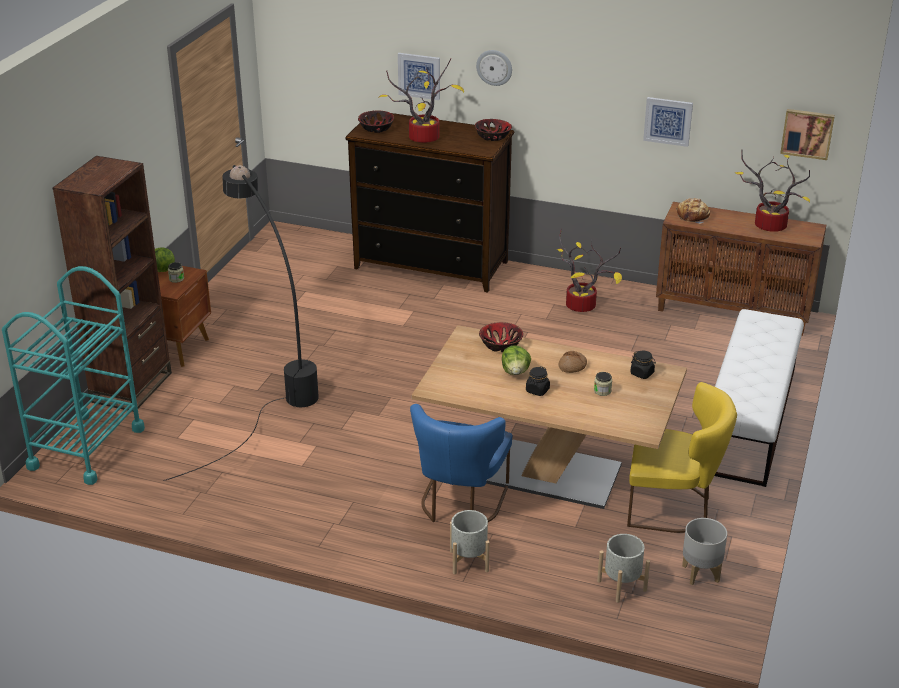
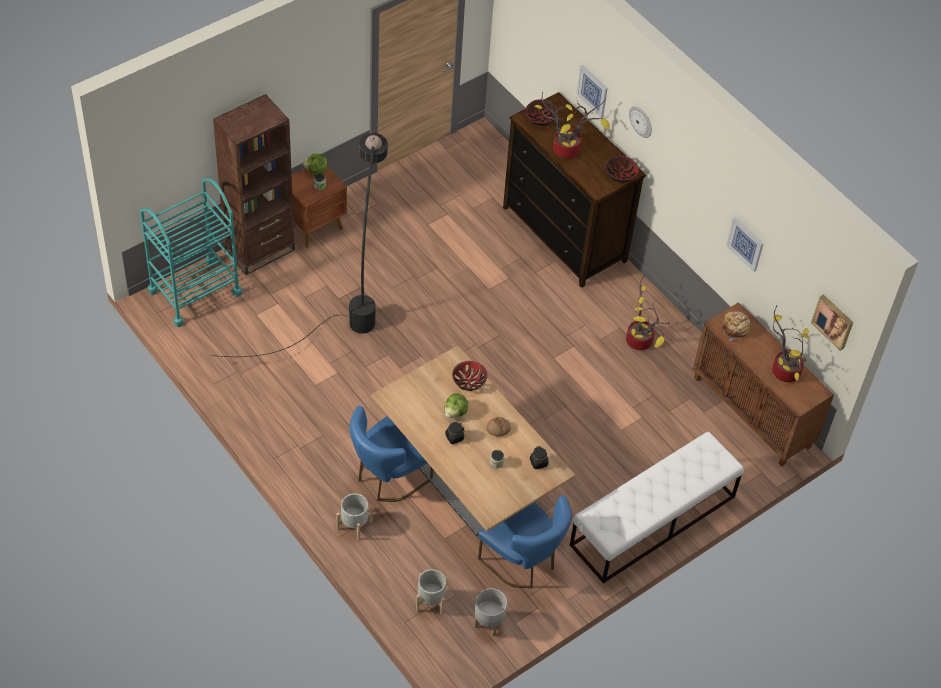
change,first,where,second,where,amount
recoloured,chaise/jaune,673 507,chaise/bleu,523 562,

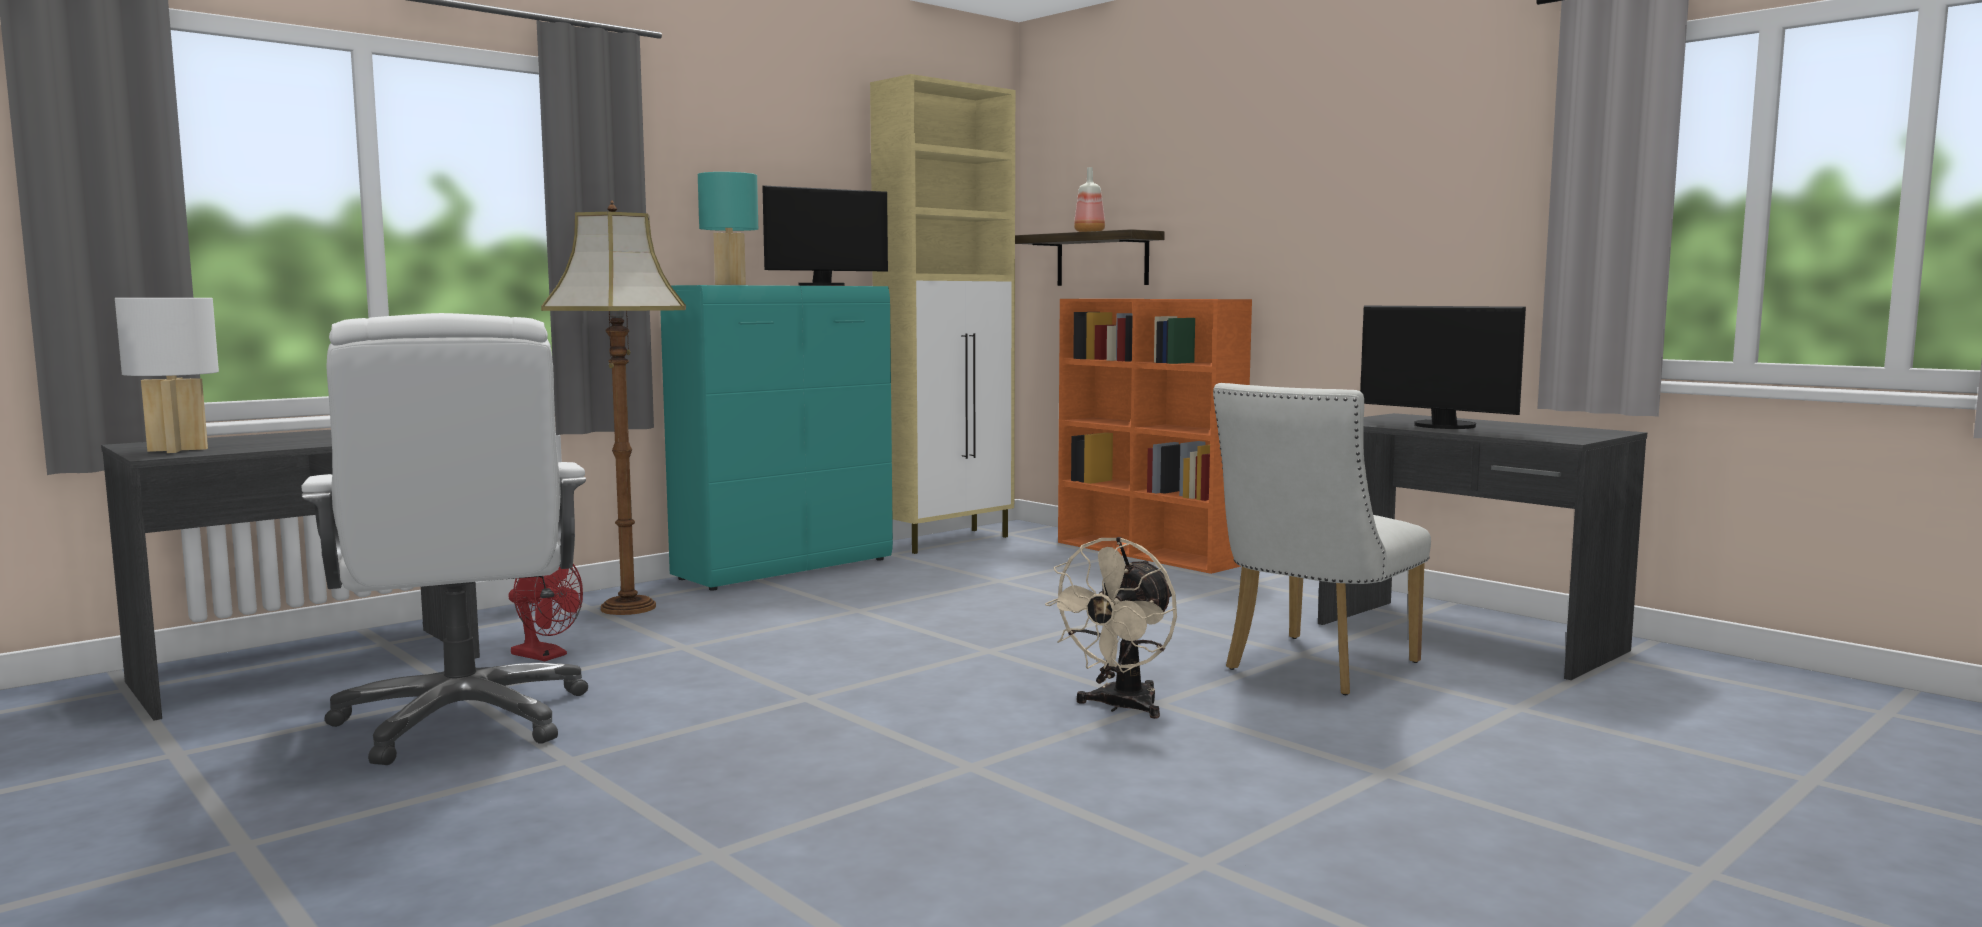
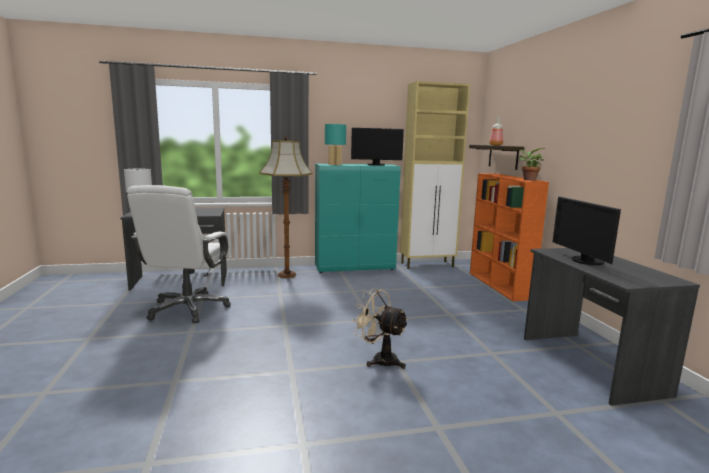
change,first,where,second,where,amount
turned,ventilateur/beige,1120 707,,379 359,60 degrees clockwise
added,,,plante en pot,528 179,
removed,ventilateur/rouge,545 656,,,
removed,chaise/blanc,1313 668,,,

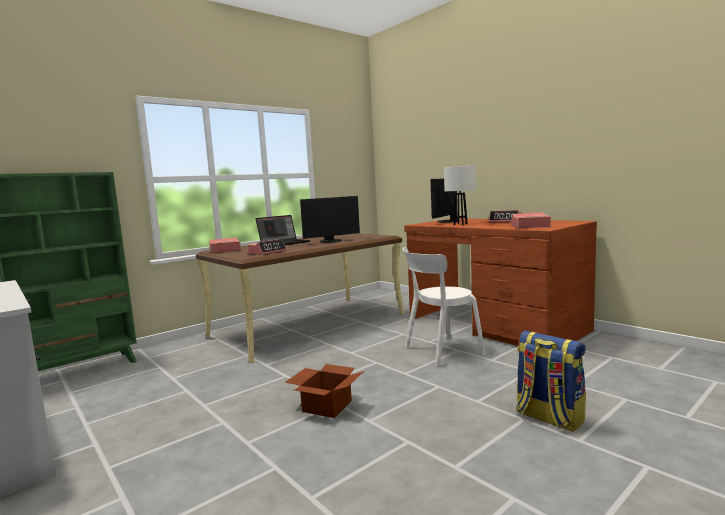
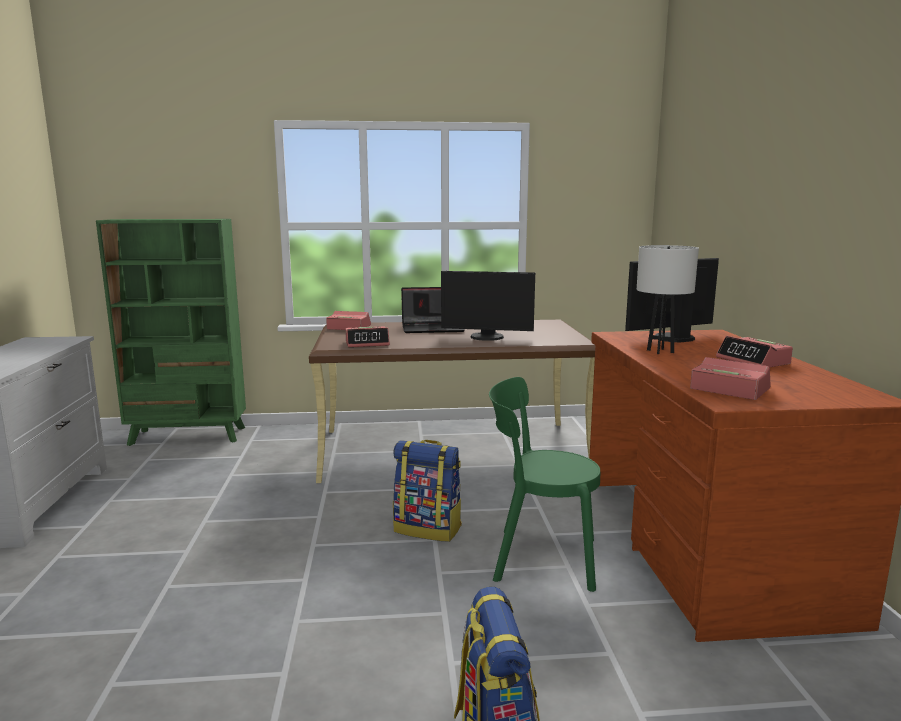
change,first,where,second,where,amount
added,,,sac à dos,428 529,
recoloured,chaise/blanc,440 351,chaise/vert,539 557,
removed,carton,326 405,,,

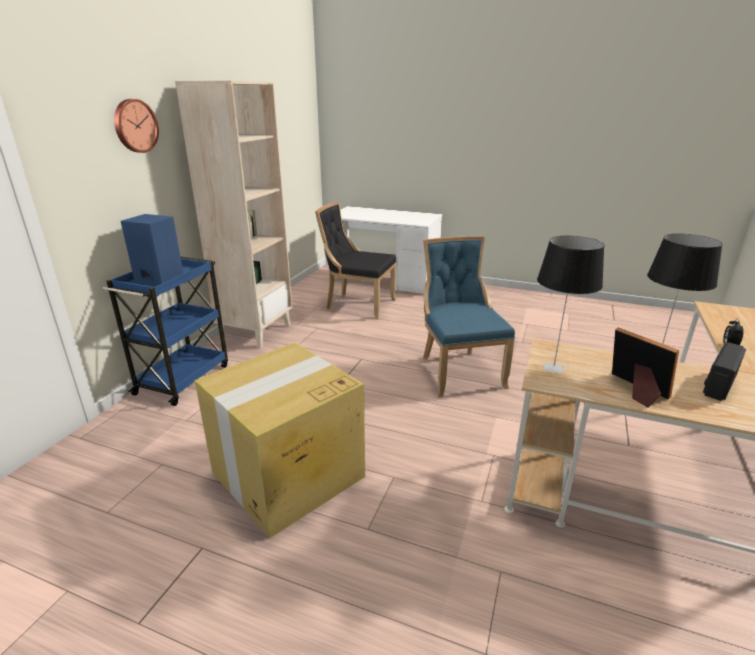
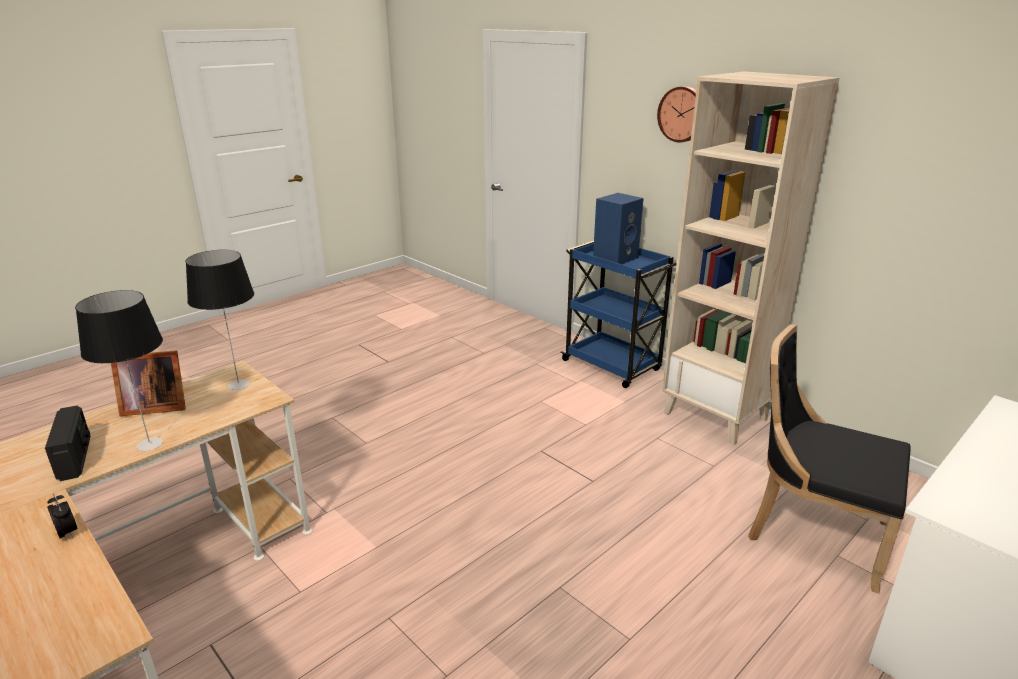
change,first,where,second,where,amount
turned,chaise/noir,358 304,,811 532,105 degrees counterclockwise
removed,carton,286 475,,,
removed,chaise/bleu,458 370,,,

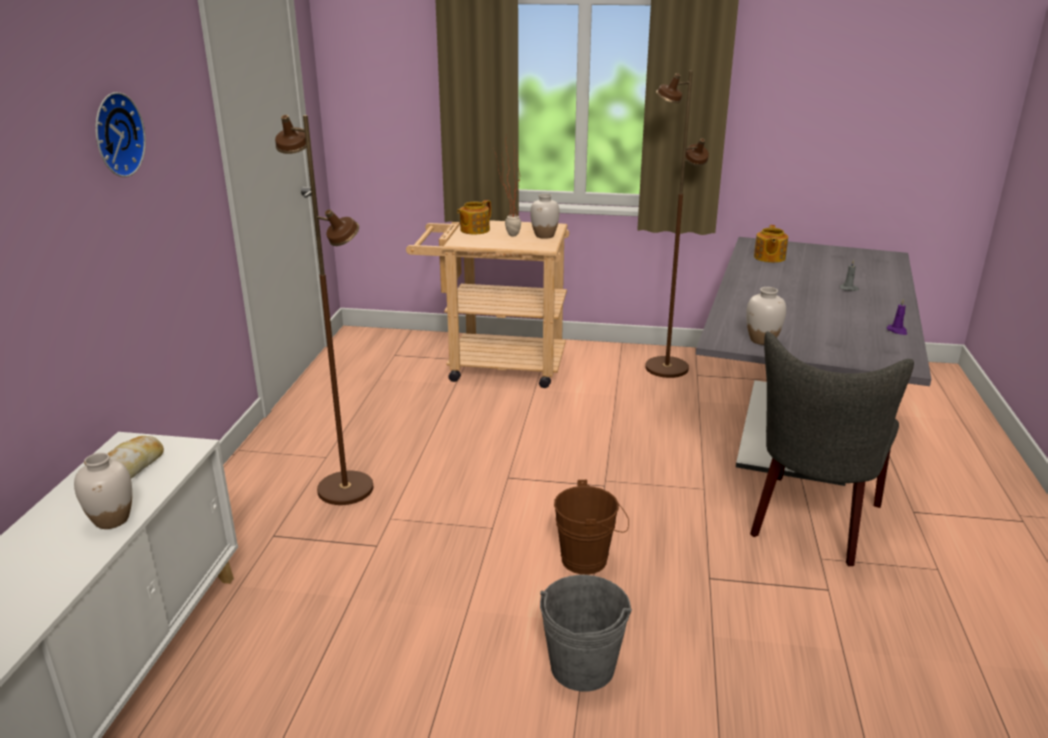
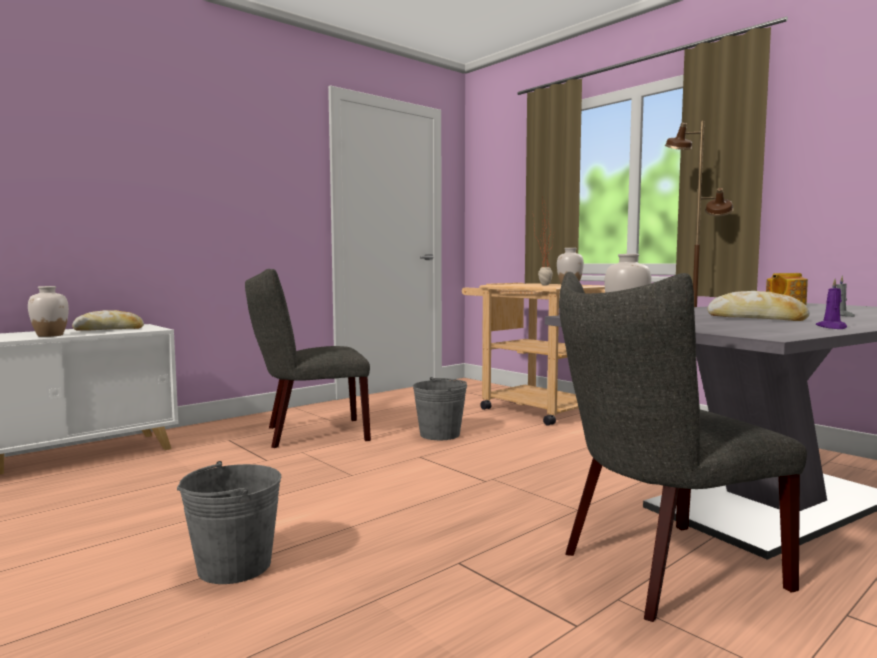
change,first,where,second,where,amount
replaced,lampadaire/marron,346 488,chaise/gris,309 434,
added,,,seau/gris,440 434,
added,,,pain,756 318,
removed,horloge murale,114 135,,,
removed,théière,474 230,,,
removed,seau/marron,589 559,,,

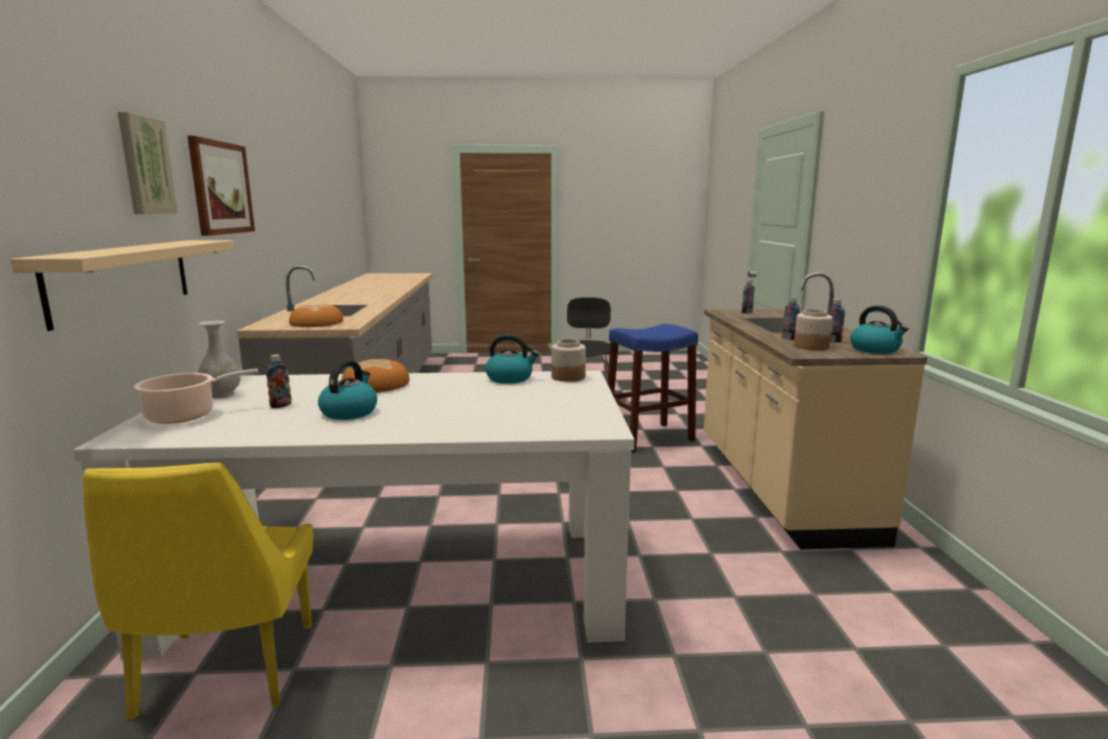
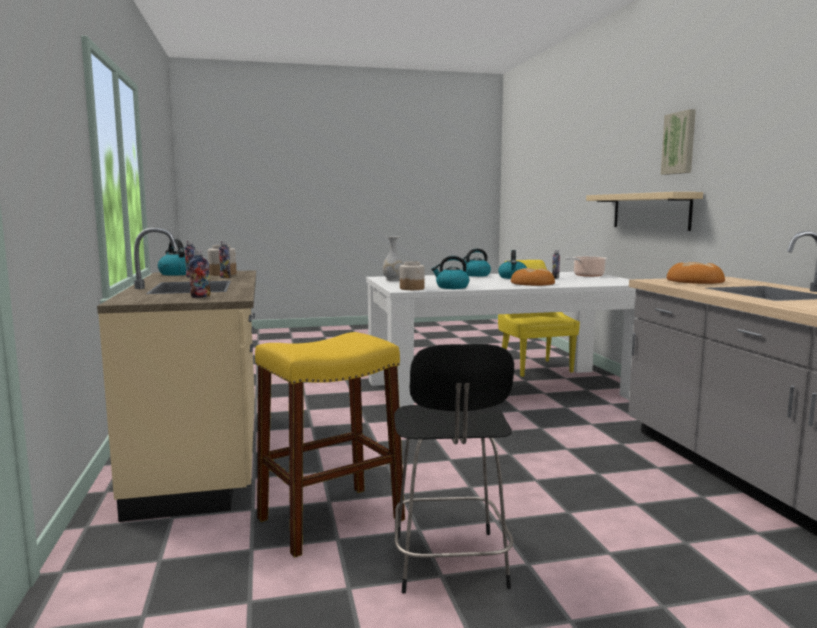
change,first,where,second,where,amount
recoloured,tabouret/bleu,648 437,tabouret/jaune,331 519,
moved,vase/blanc,222 395,,392 280,
added,,,bouilloire,476 275,
removed,tableau,221 188,,,

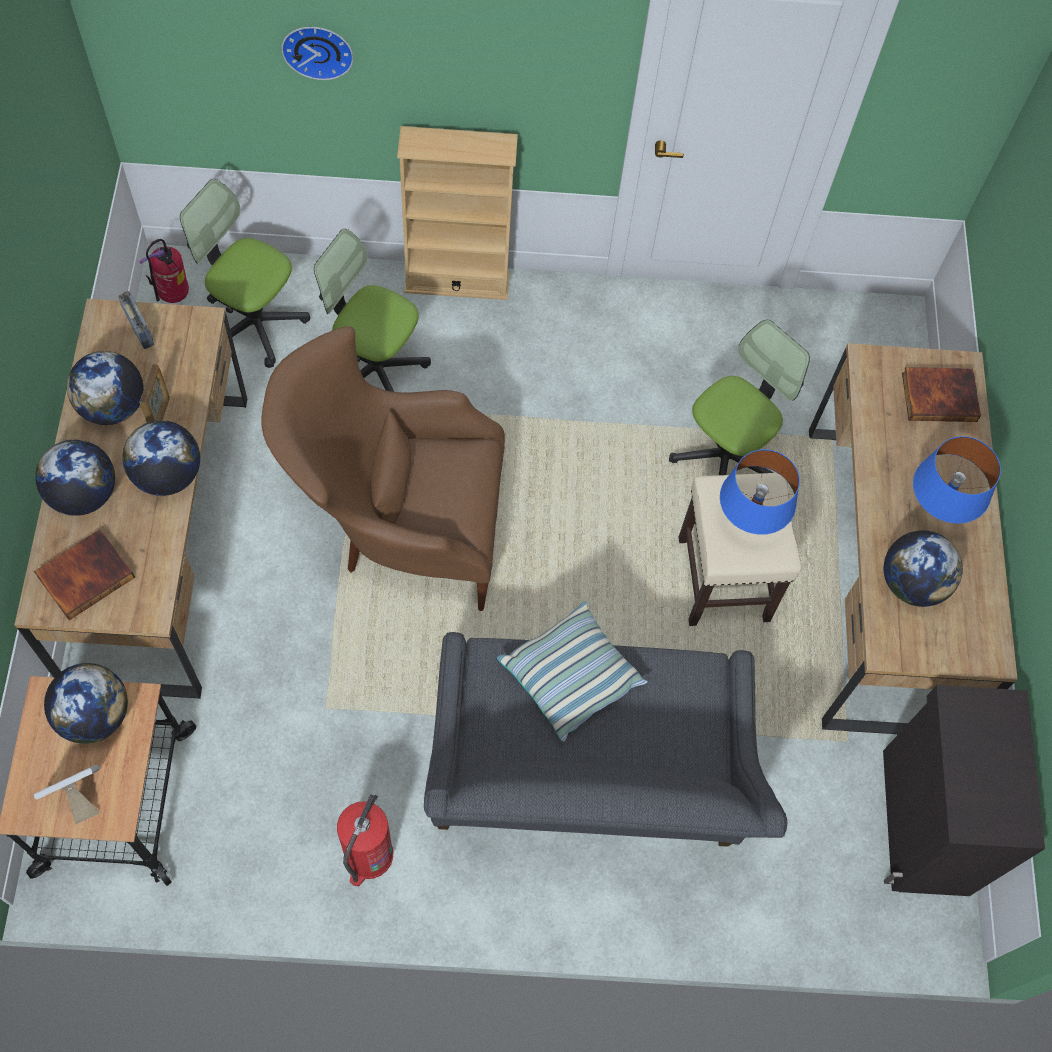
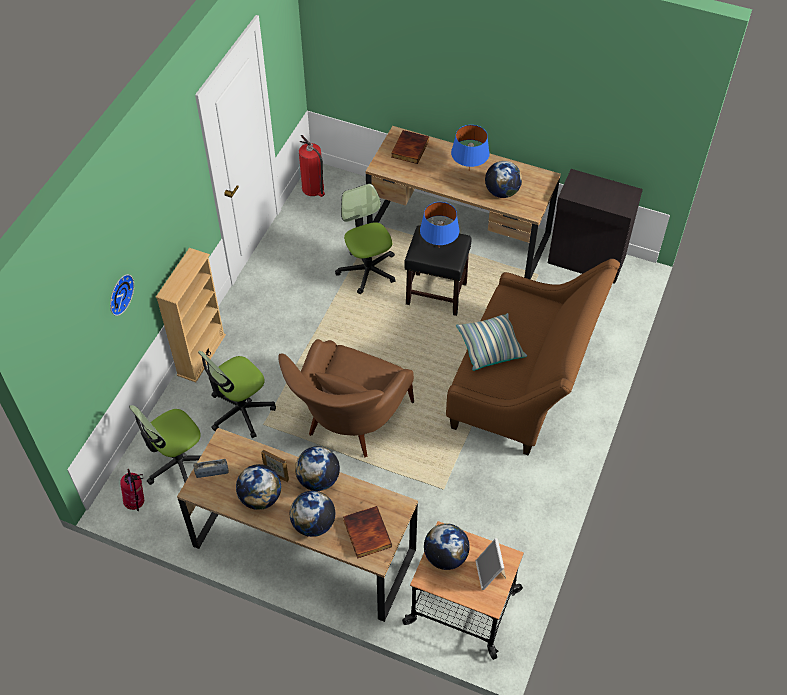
change,first,where,second,where,amount
moved,extincteur,367 856,,313 189,
recoloured,tabouret/beige,722 578,tabouret/noir,435 294,
recoloured,canapé/gris,585 782,canapé/marron,524 385,

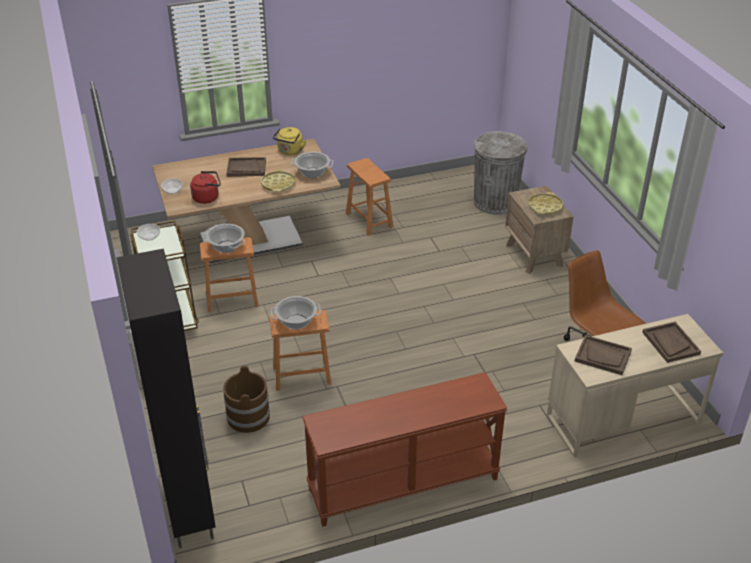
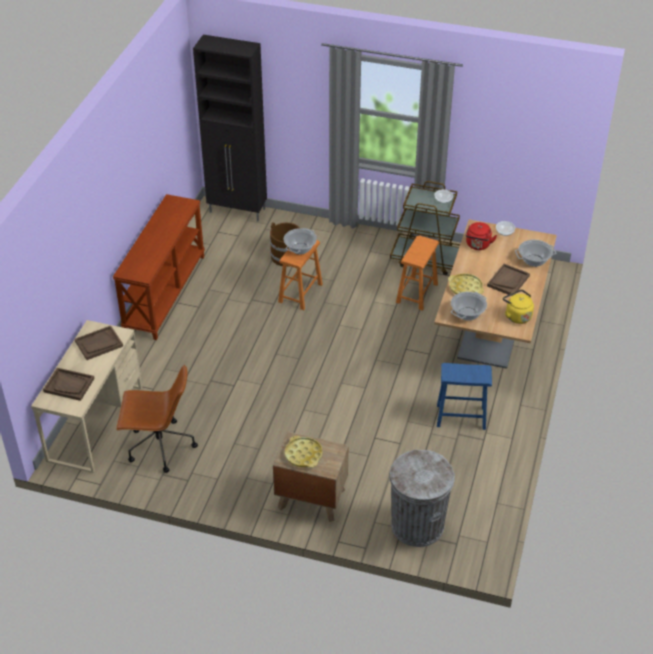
change,first,where,second,where,amount
recoloured,tabouret/orange,369 220,tabouret/bleu,461 417,
moved,marmite,226 247,,534 260,

